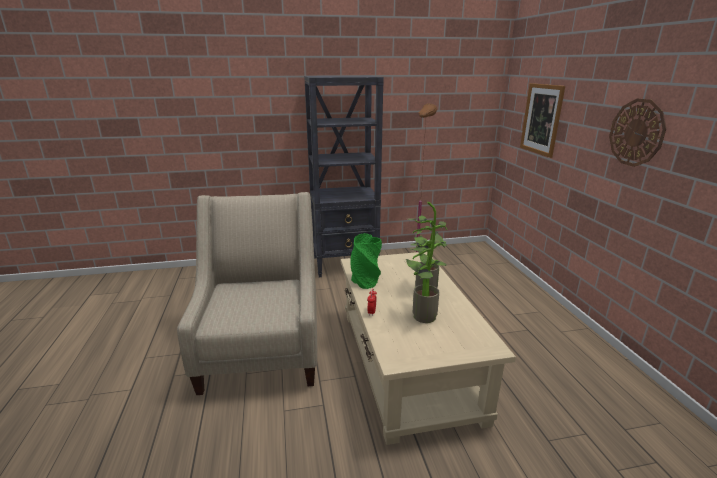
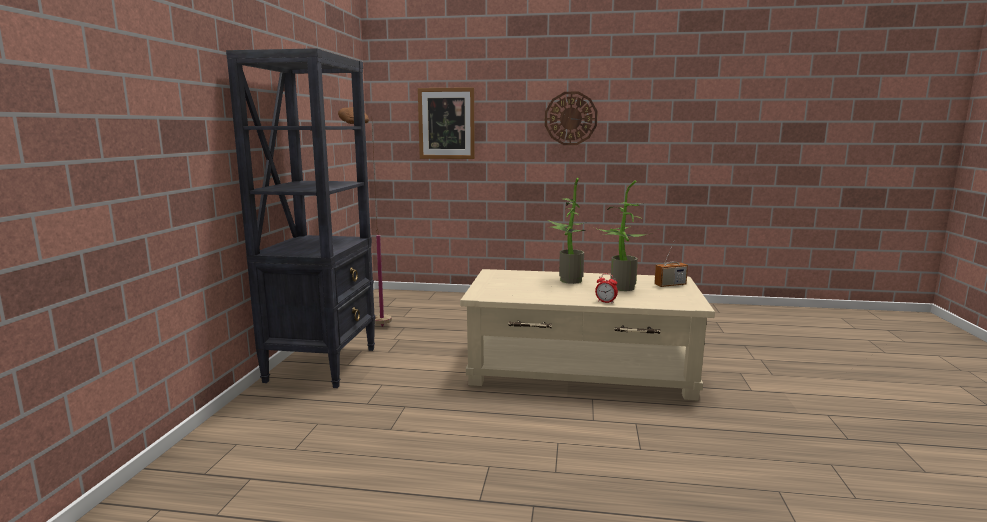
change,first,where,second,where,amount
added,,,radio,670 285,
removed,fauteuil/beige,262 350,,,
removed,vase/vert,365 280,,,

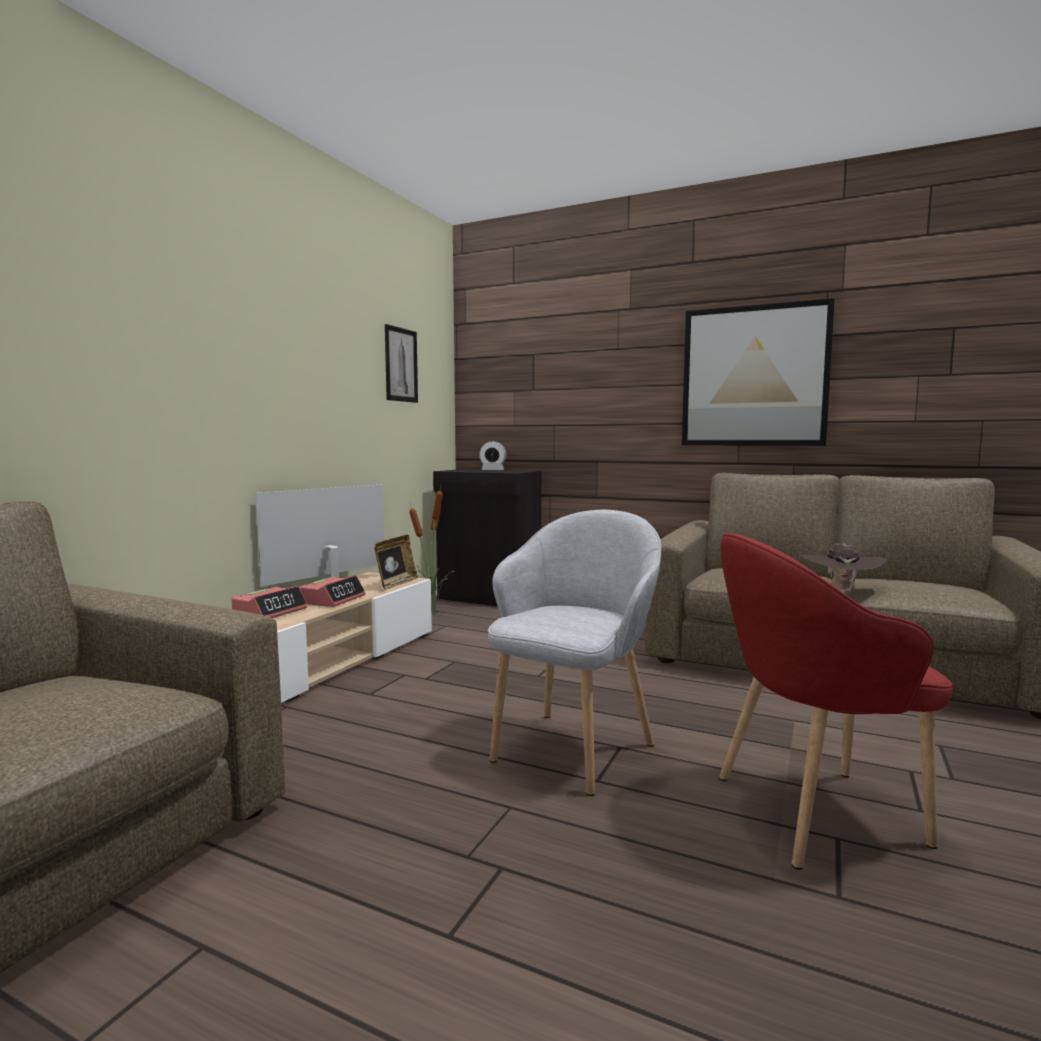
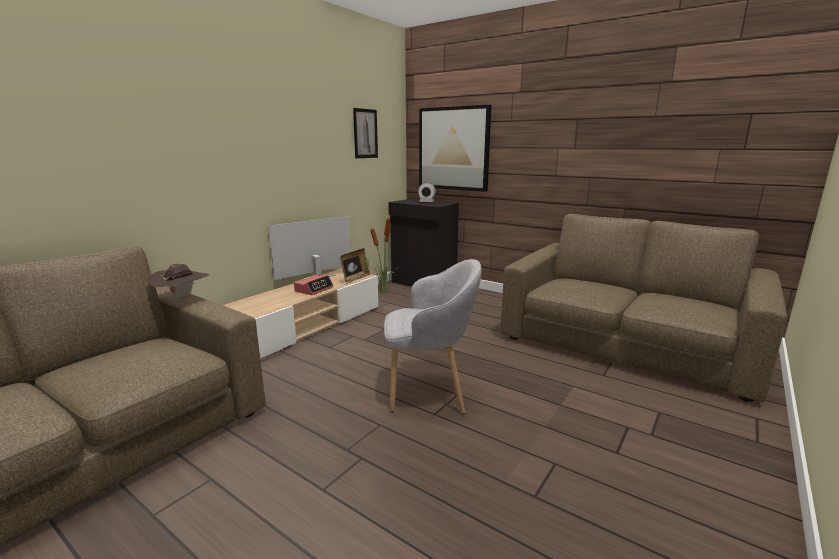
change,first,where,second,where,amount
moved,chapeau/marron,840 589,,182 298,
turned,fauteuil/gris,574 748,,430 393,45 degrees clockwise
moved,tableau,754 376,,453 149,
removed,réveil,270 612,,,
removed,fauteuil/rouge,812 812,,,

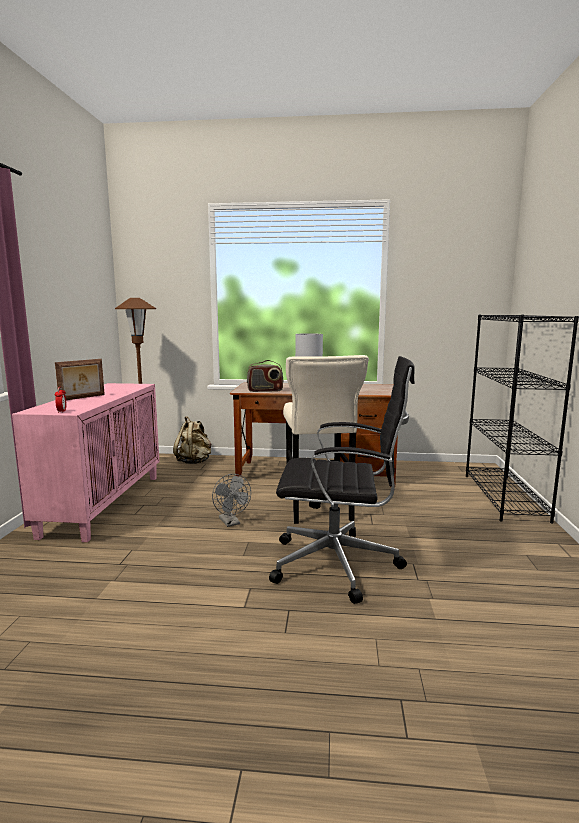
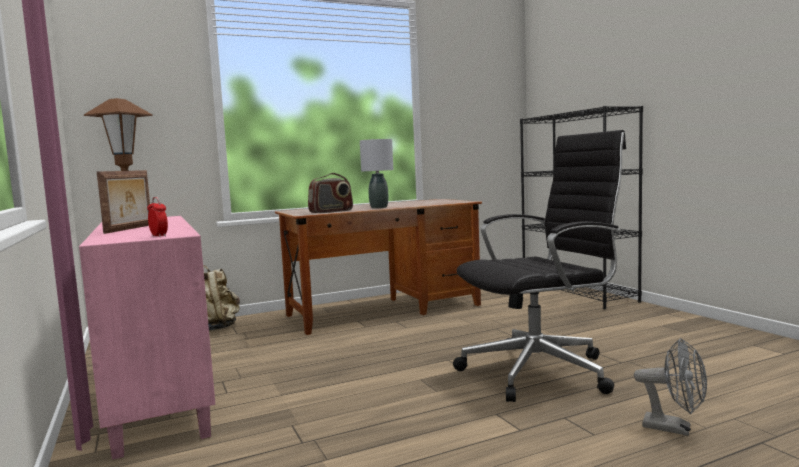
change,first,where,second,where,amount
moved,ventilateur/gris,231 523,,674 428,
removed,tabouret/beige,318 509,,,

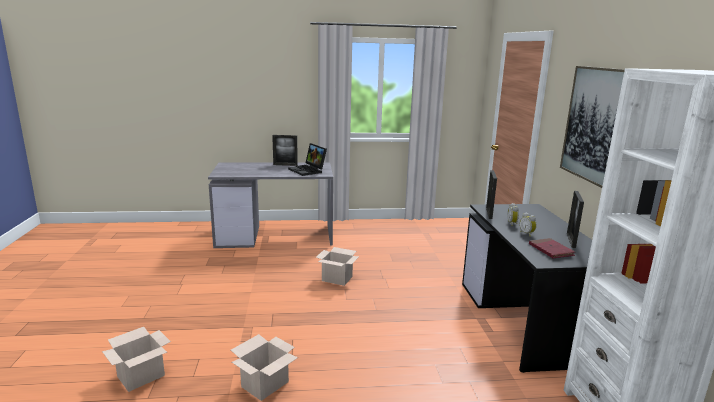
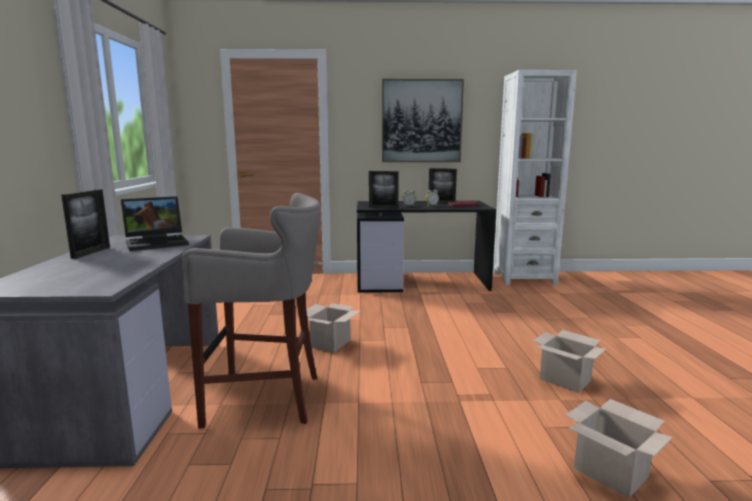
change,first,where,second,where,amount
added,,,tabouret/gris,267 398,

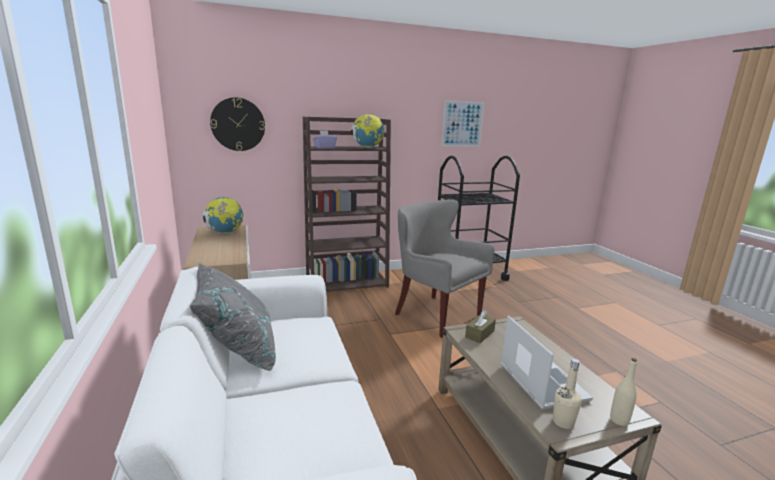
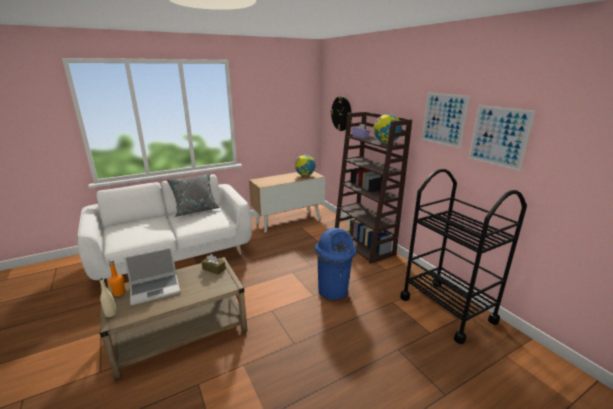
change,first,where,second,where,amount
recoloured,bouteille/beige,563 422,bouteille/orange,119 293,
replaced,fauteuil/gris,435 314,poubelle/bleu,333 291,
added,,,tableau,443 119,

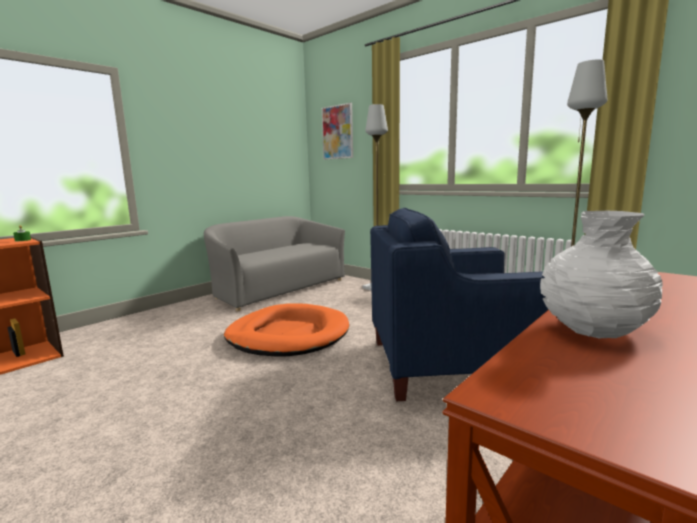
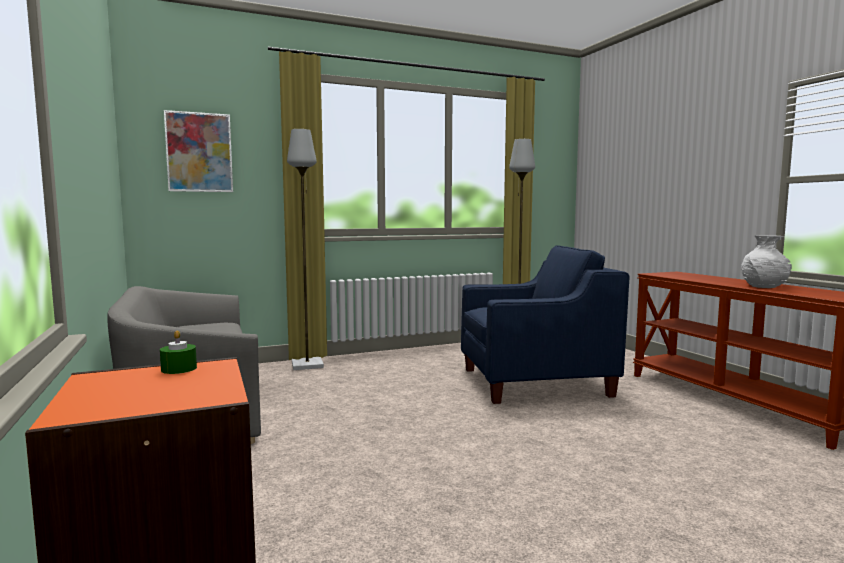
change,first,where,second,where,amount
turned,fauteuil/bleu,450 364,,535 382,120 degrees counterclockwise
removed,panier pour chien/orange,288 335,,,

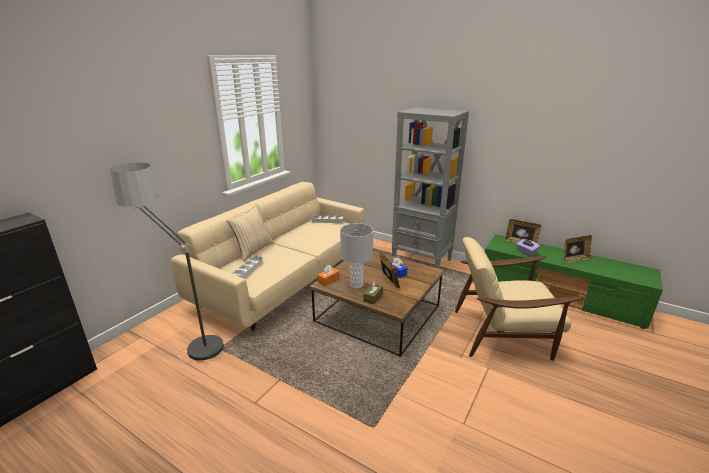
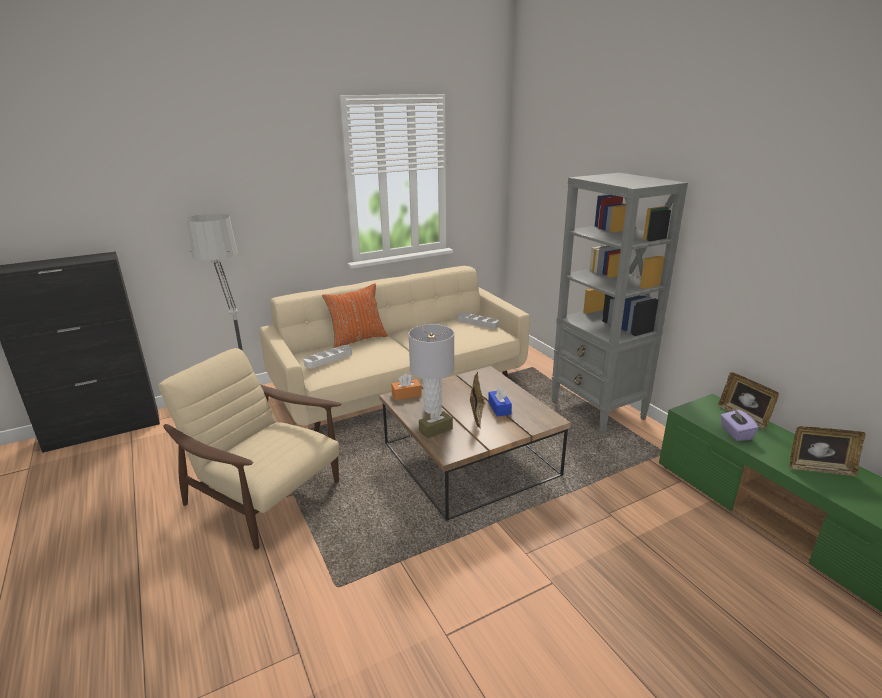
change,first,where,second,where,amount
moved,fauteuil/beige,503 333,,265 496,
recoloured,coussin/beige,253 251,coussin/orange,357 340,

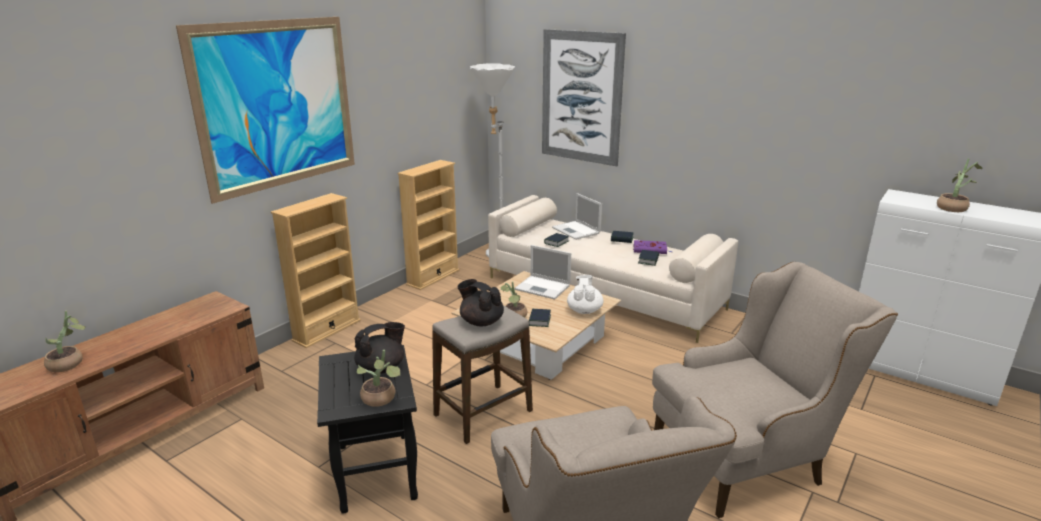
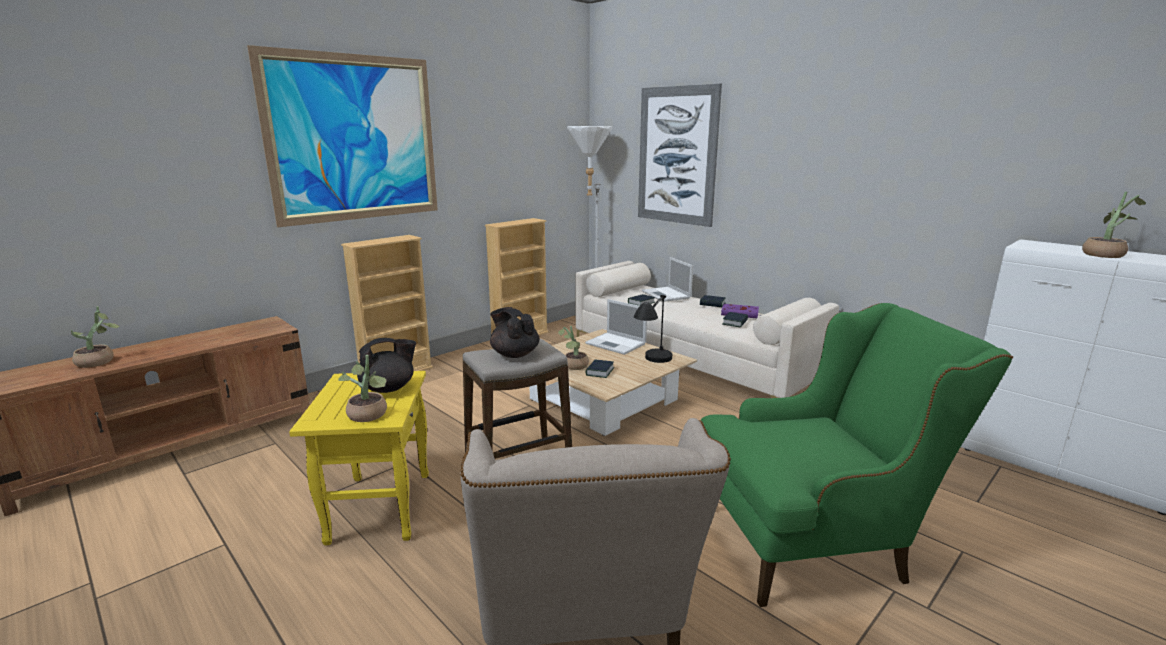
change,first,where,second,where,amount
recoloured,table d'appoint/noir,375 471,table d'appoint/jaune,379 506,
replaced,théière/blanc,584 310,lampe de table/noir,652 366,
recoloured,fauteuil/beige,748 458,fauteuil/vert,816 541,

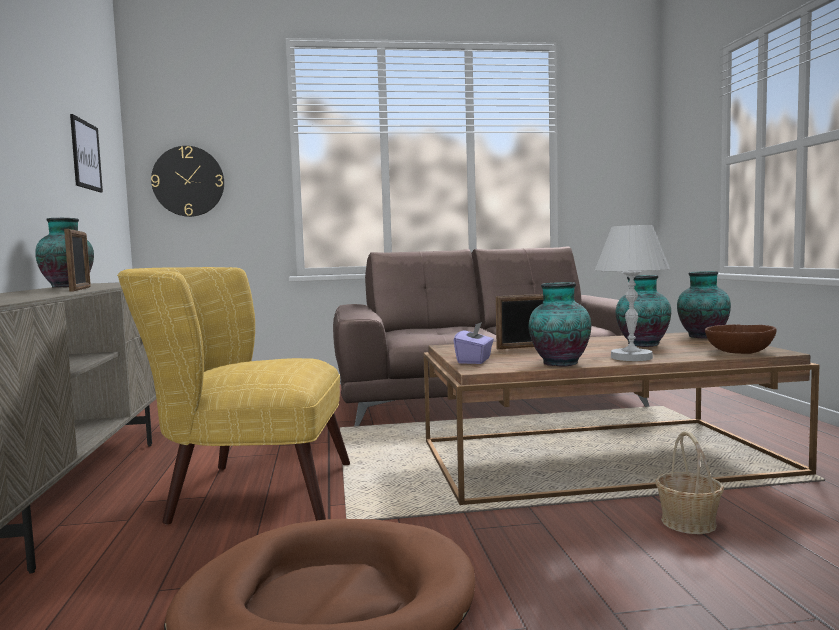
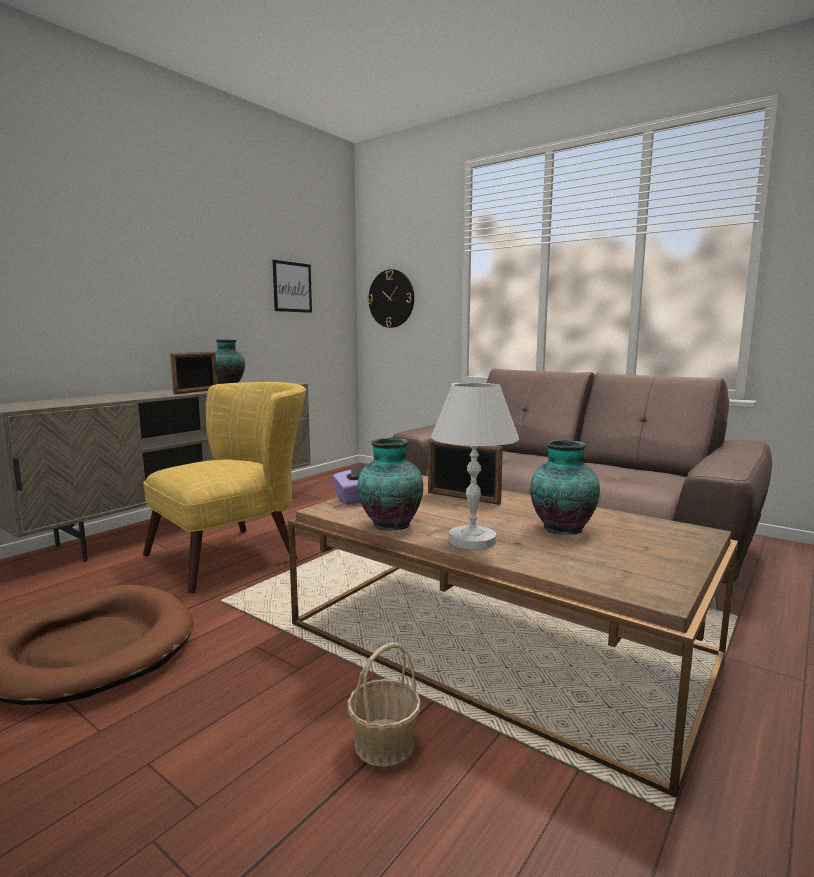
change,first,where,second,where,amount
turned,fauteuil/jaune,243 492,,237 554,90 degrees clockwise
removed,vase,702 337,,,
removed,bol/marron,740 352,,,

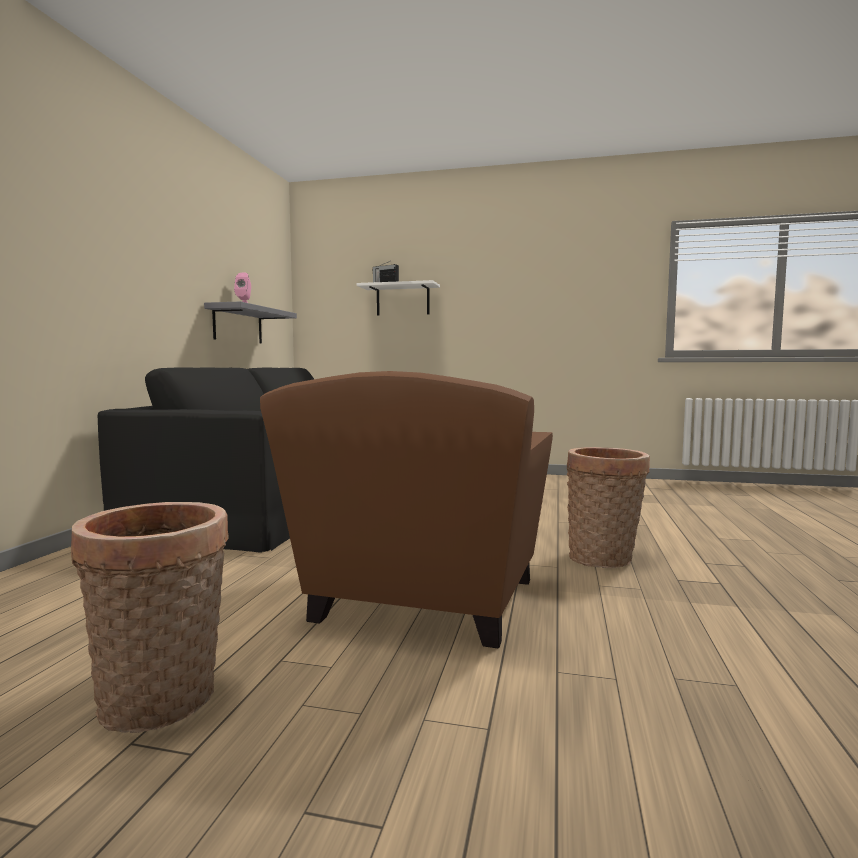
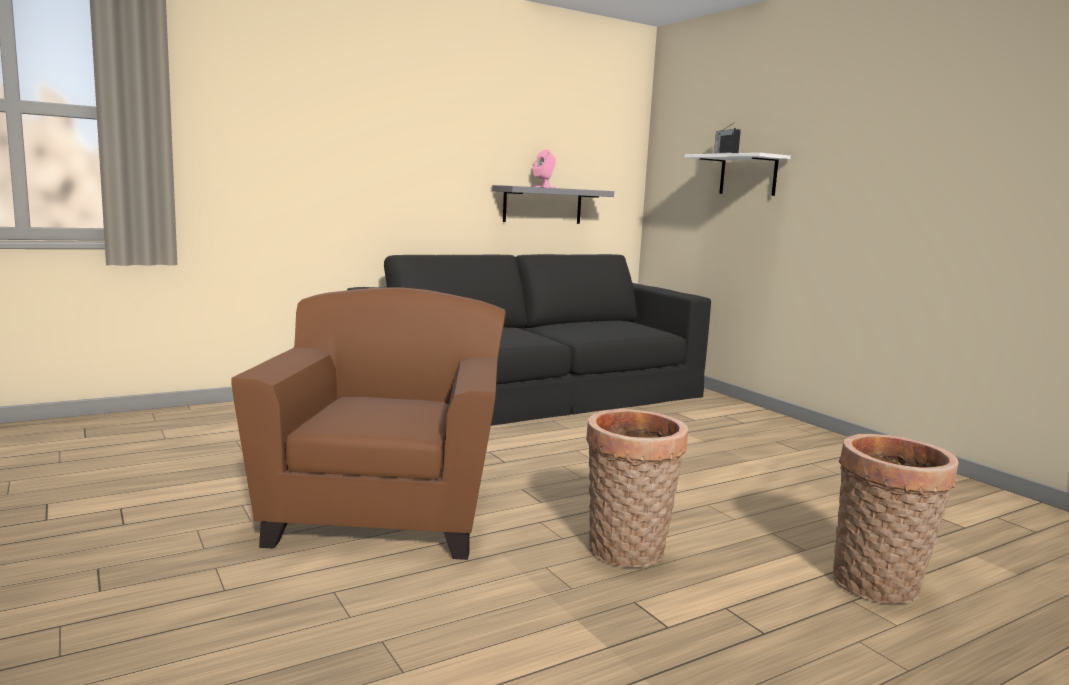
change,first,where,second,where,amount
turned,fauteuil/marron,419 604,,385 512,120 degrees clockwise
moved,panier,163 702,,879 587,

